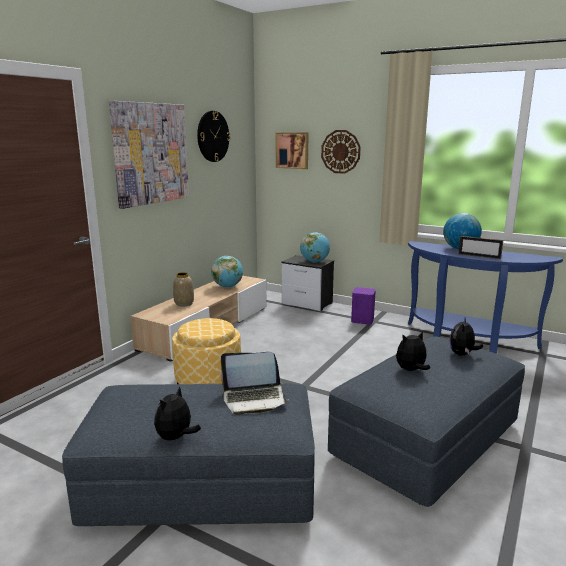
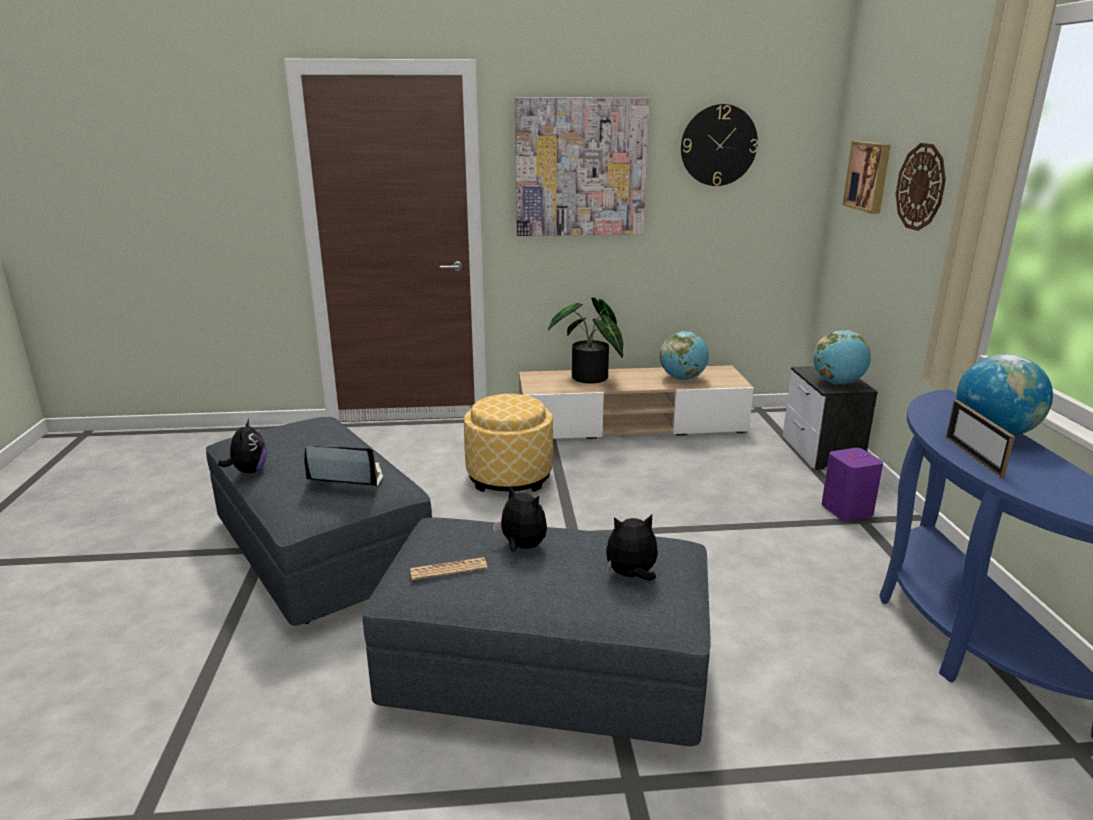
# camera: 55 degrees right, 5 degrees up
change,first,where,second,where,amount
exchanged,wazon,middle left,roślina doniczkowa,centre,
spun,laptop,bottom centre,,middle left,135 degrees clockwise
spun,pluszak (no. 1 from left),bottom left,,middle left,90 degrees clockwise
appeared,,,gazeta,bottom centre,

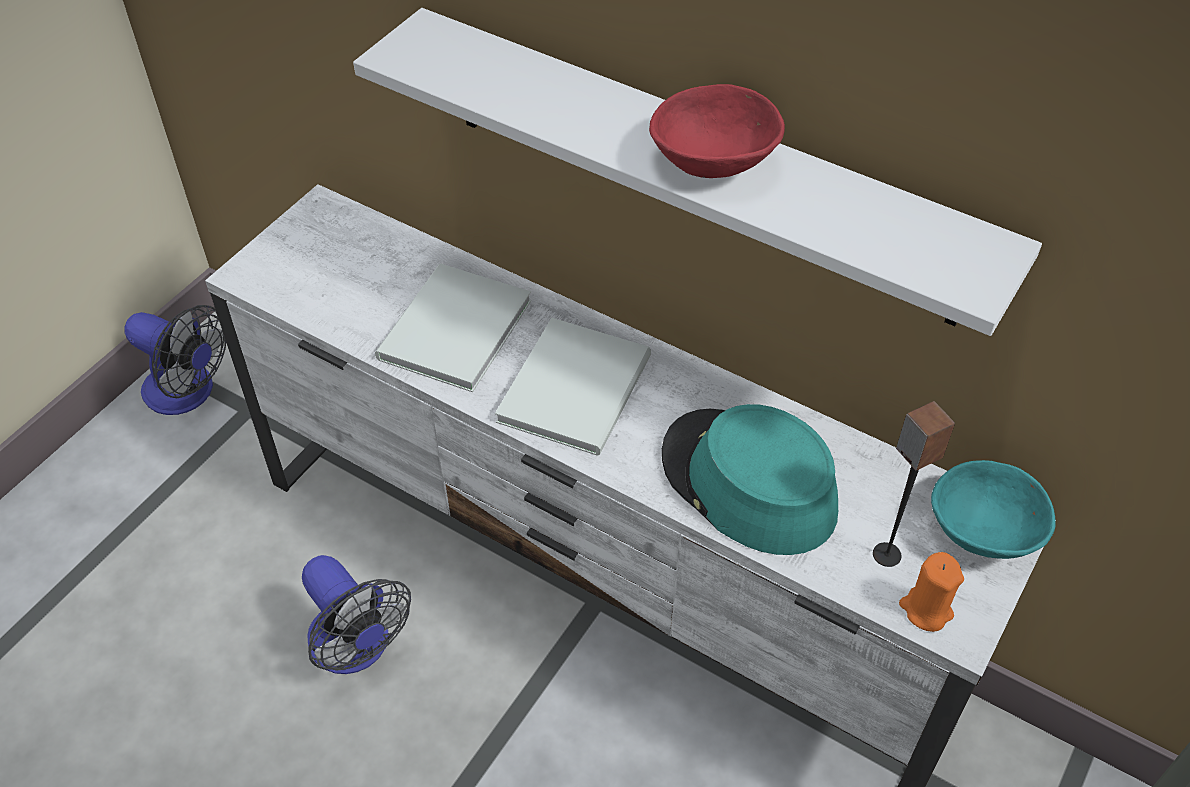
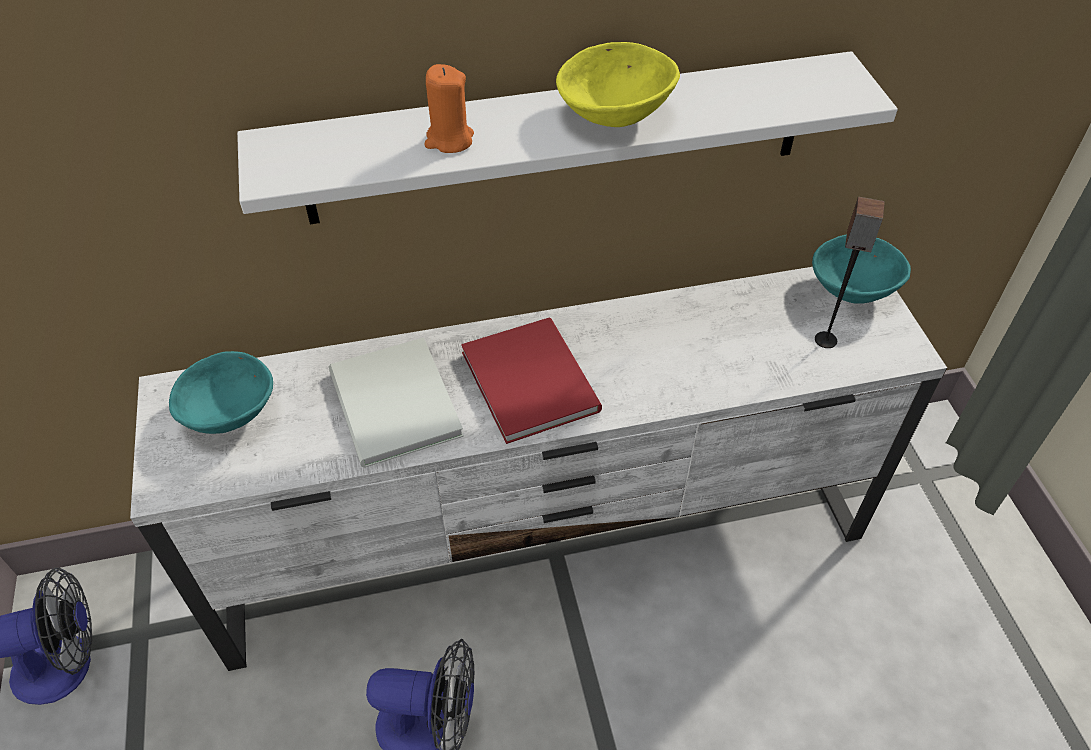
# camera: 45 degrees left, 0 degrees up
change,first,where,second,where,amount
colour,miska [czerwony],top centre,miska [żółty],top centre,
colour,książka [biały] (no. 2 from left),centre,książka [czerwony],centre,
missing,kapelusz [turkusowy],centre,,,
relocated,świeca [pomarańczowy],bottom right,,top centre,
appeared,,,miska [turkusowy] (no. 1 from left),middle left,

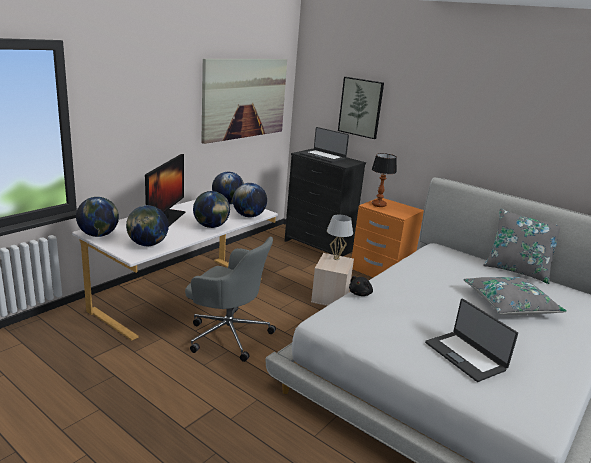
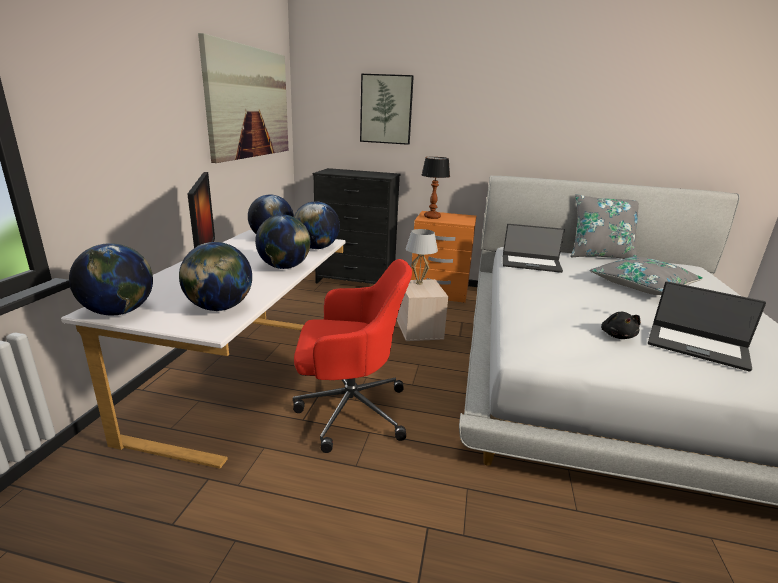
# camera: 25 degrees left, 0 degrees up
change,first,where,second,where,amount
relocated,laptop (no. 1 from left),top centre,,middle right,
colour,krzesło biurowe [szary],centre,krzesło biurowe [czerwony],centre,
relocated,pluszak [czarny],centre,,middle right,

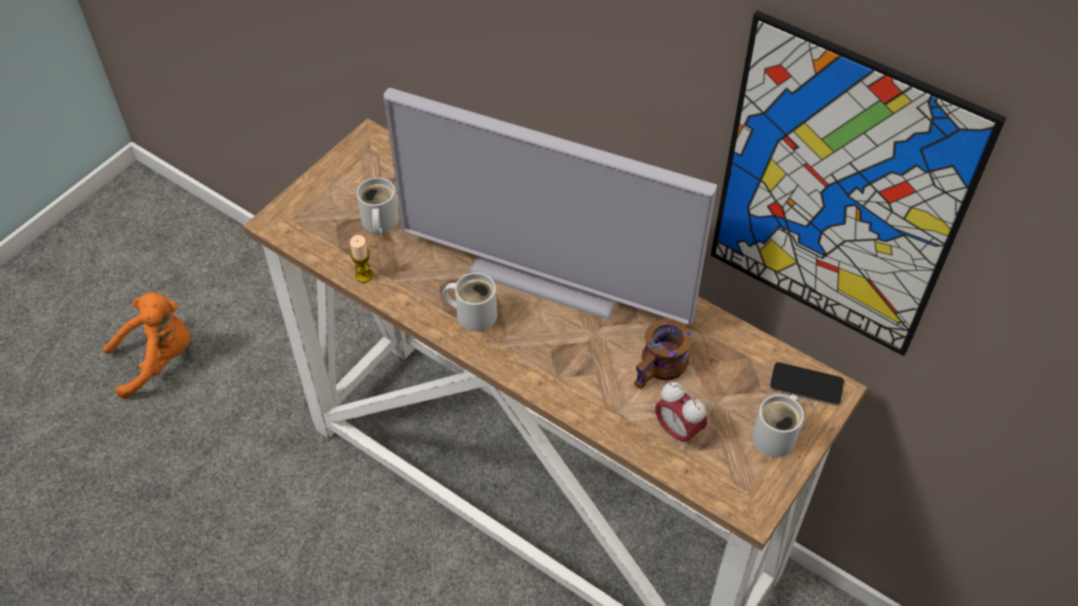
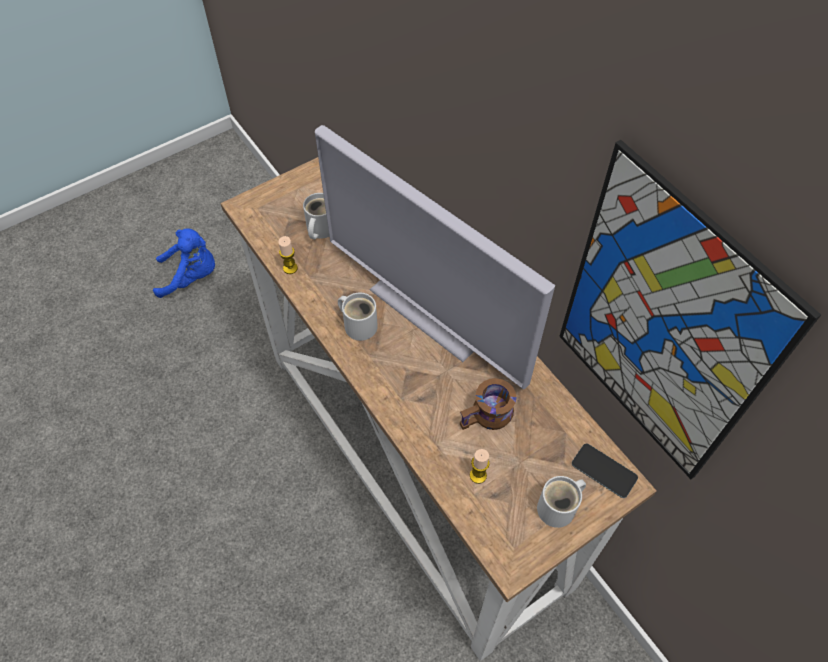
# camera: 20 degrees right, 5 degrees up
change,first,where,second,where,amount
colour,pluszak [pomarańczowy],middle left,pluszak [niebieski],middle left,
exchanged,budzik,bottom centre,świeca (no. 2 from left),bottom centre,

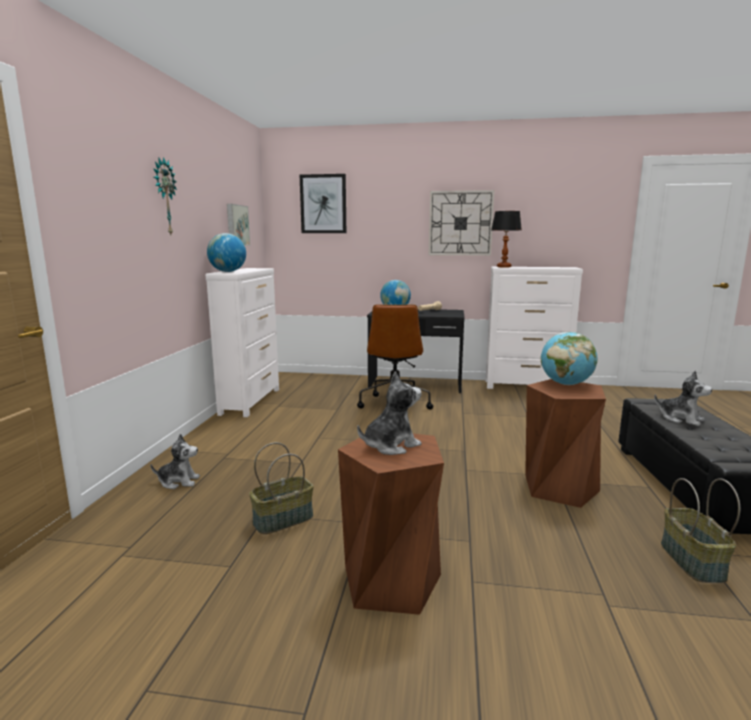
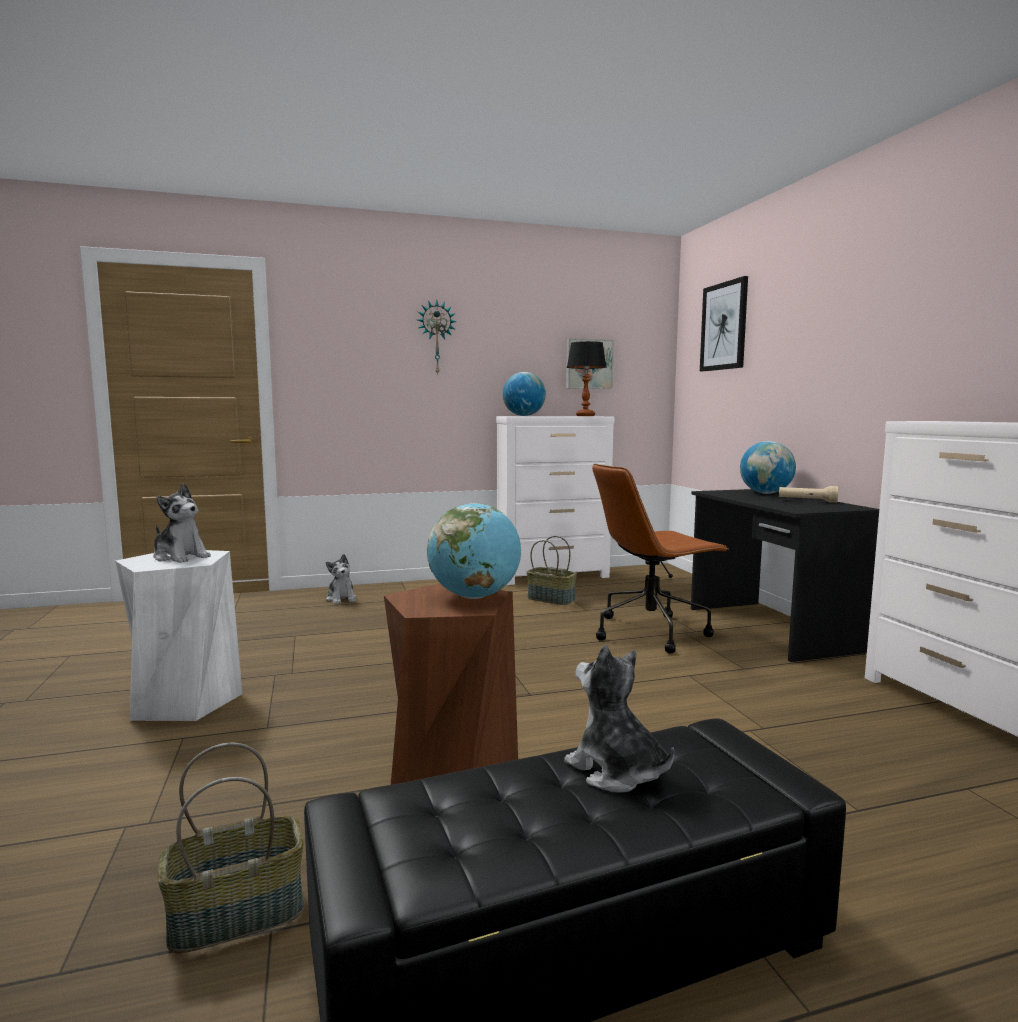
# camera: 65 degrees right, 5 degrees down
change,first,where,second,where,amount
missing,zegar ścienny (no. 2 from left),top centre,,,
relocated,lampa stołowa,top right,,centre,
spun,pluszak (no. 3 from left),middle right,,bottom centre,120 degrees clockwise
colour,stołek [brązowy] (no. 1 from left),bottom centre,stołek [biały],middle left,
relocated,koszyk (no. 1 from left in the first image),bottom centre,koszyk (no. 2 from left),centre,

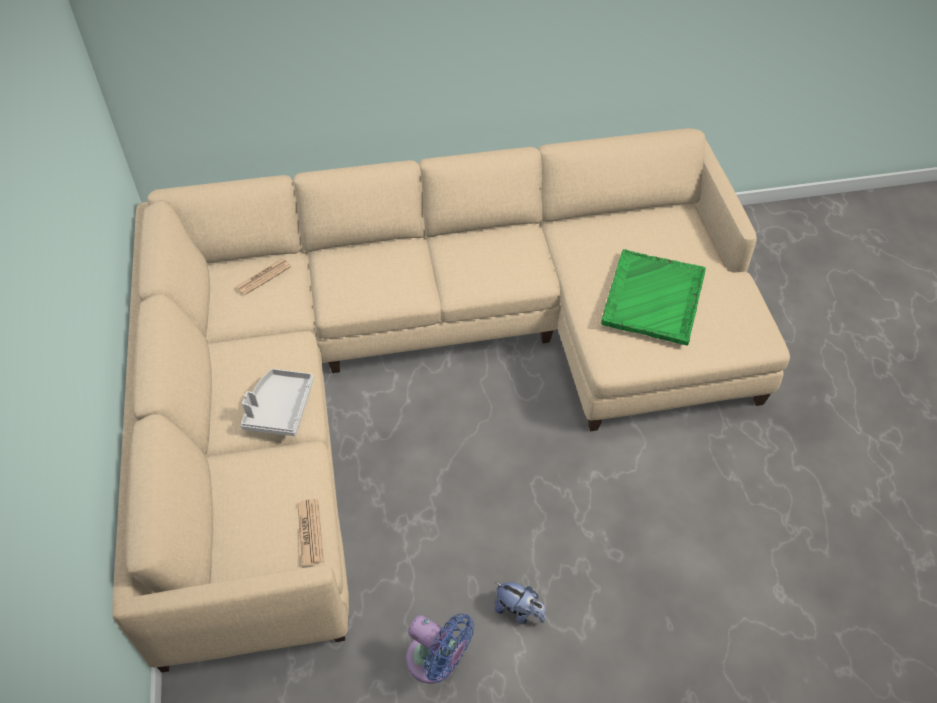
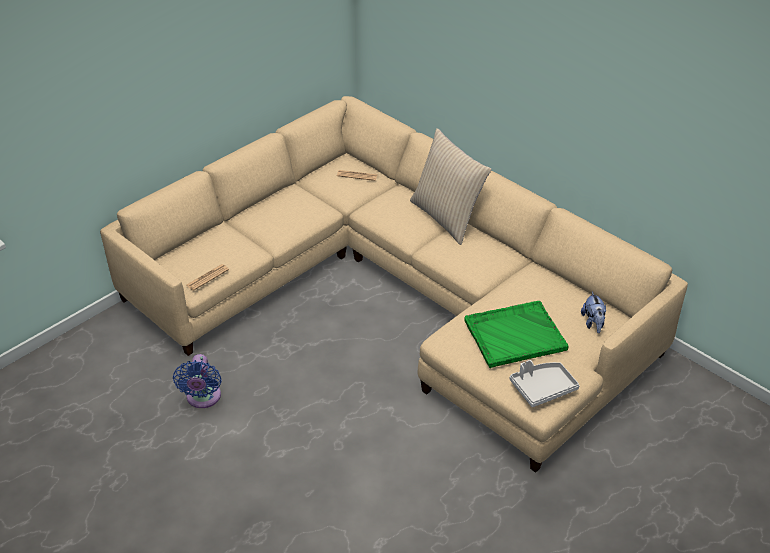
# camera: 55 degrees right, 10 degrees down
change,first,where,second,where,amount
relocated,taca [szary],middle left,,bottom right,
relocated,pluszak,bottom centre,,middle right,
appeared,,,poduszka [beżowy],centre,

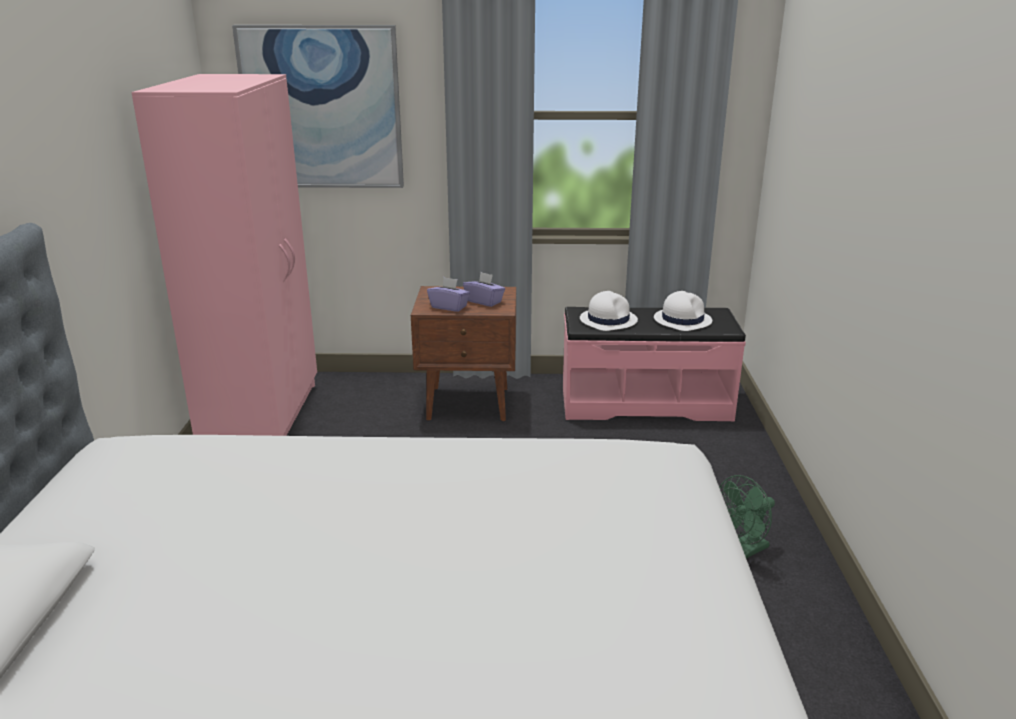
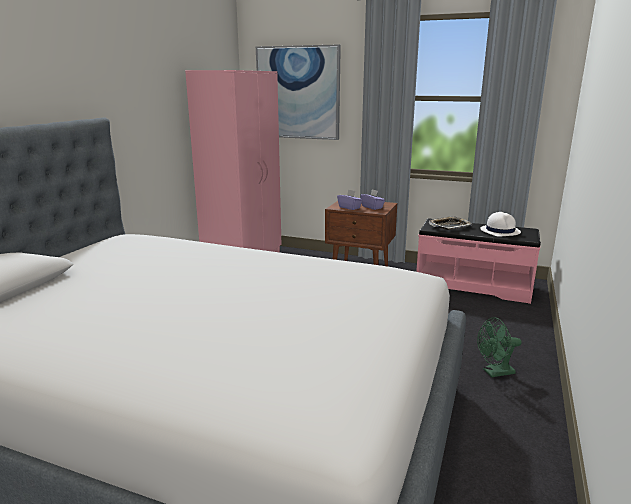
# camera: 20 degrees right, 5 degrees down
change,first,where,second,where,amount
exchanged,kapelusz [biały] (no. 1 from left),centre,taca,middle right,

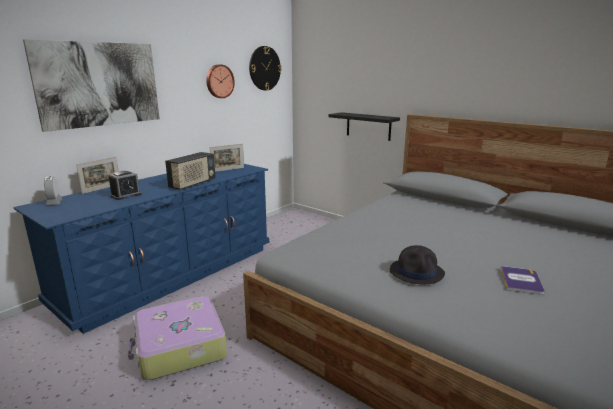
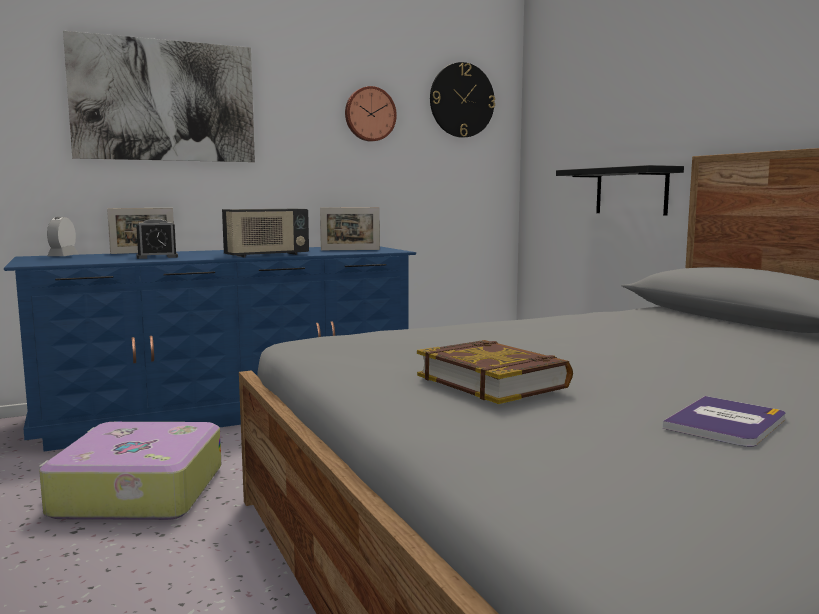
# camera: 25 degrees right, 10 degrees down
change,first,where,second,where,amount
exchanged,kapelusz [czarny],middle right,książka (no. 1 from left),centre,

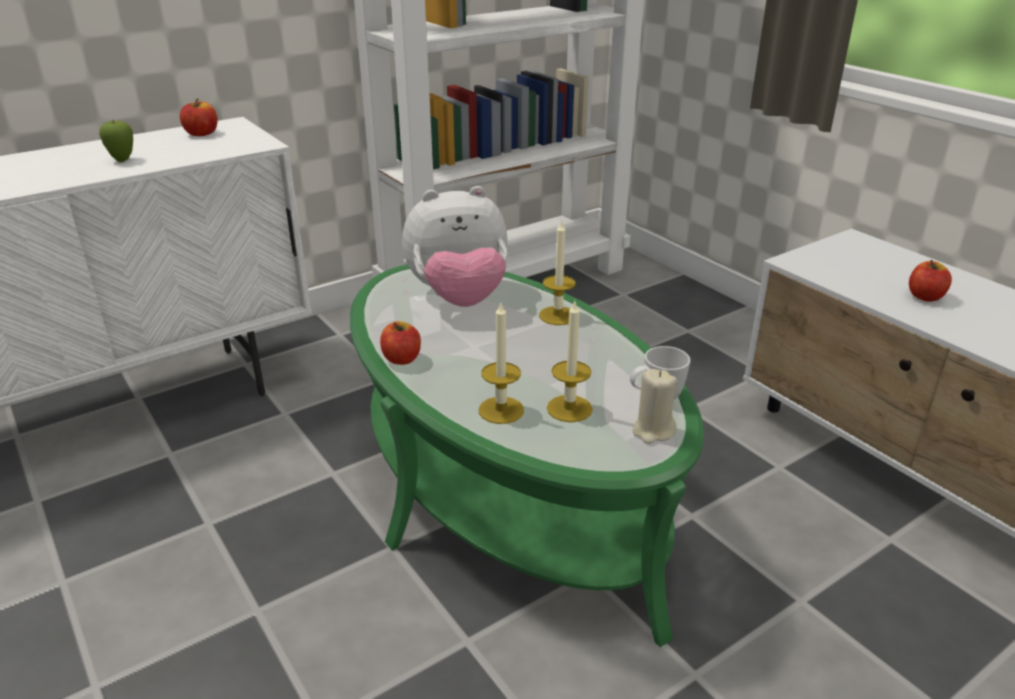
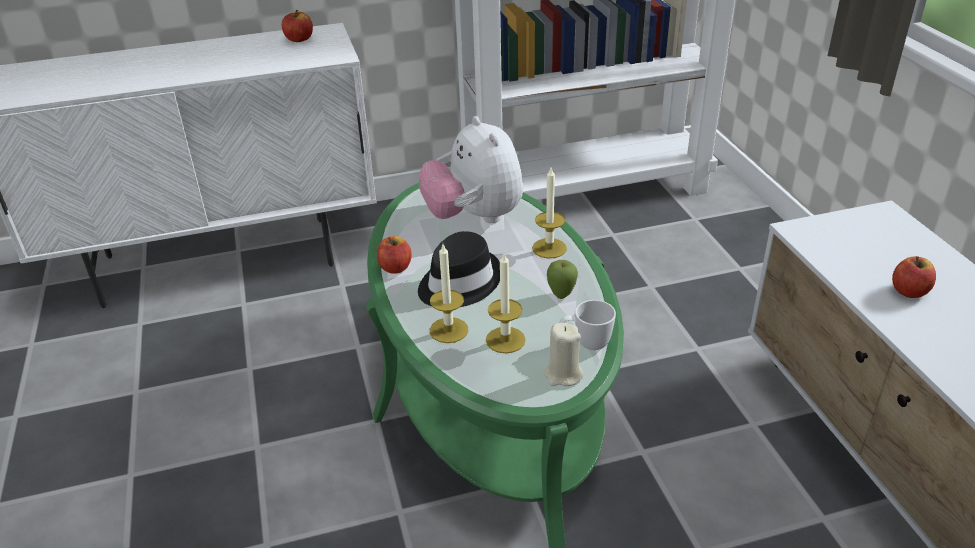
# camera: 20 degrees right, 5 degrees up
change,first,where,second,where,amount
relocated,jabłko (no. 1 from left in the first image),top left,jabłko (no. 3 from left),centre,
spun,pluszak,centre,,top centre,60 degrees clockwise
appeared,,,kapelusz [czarny],centre,

